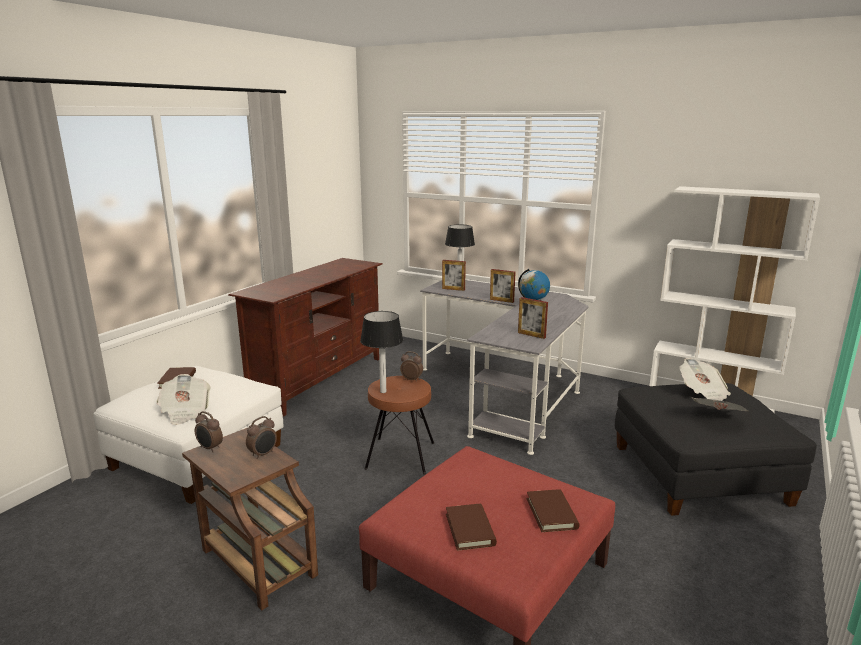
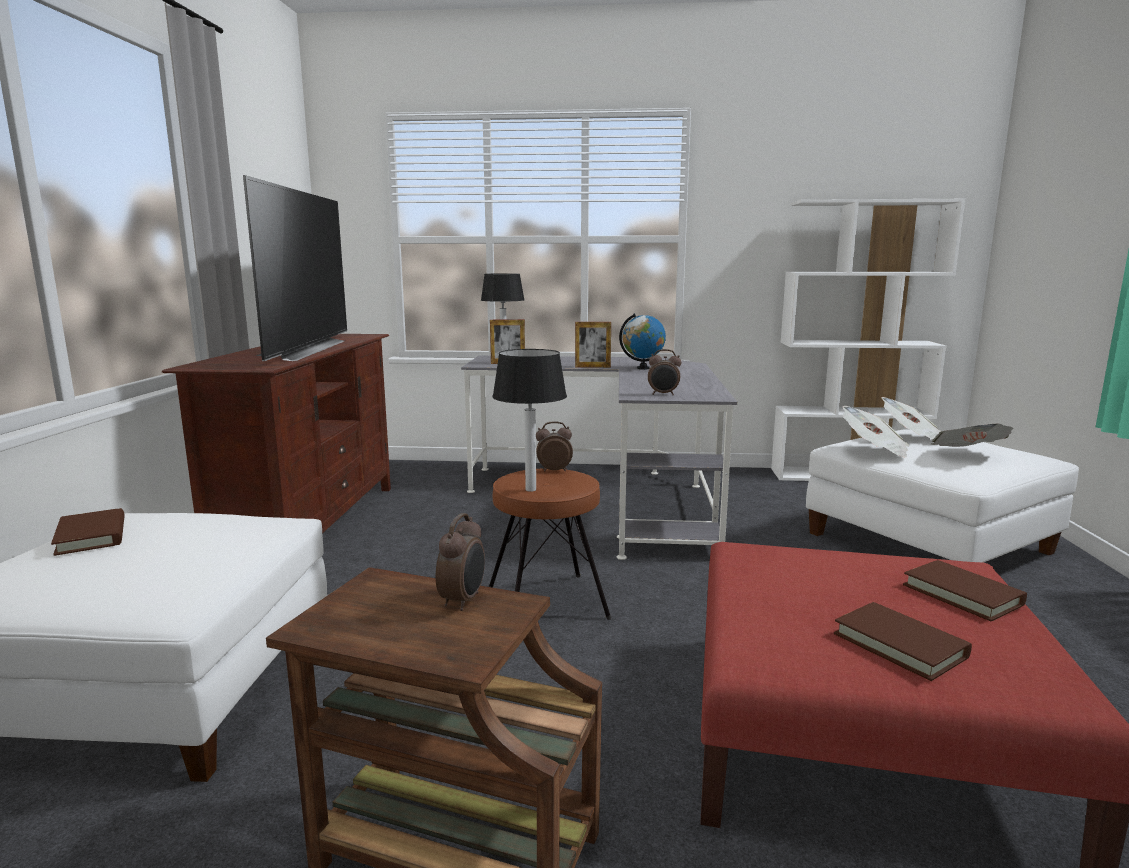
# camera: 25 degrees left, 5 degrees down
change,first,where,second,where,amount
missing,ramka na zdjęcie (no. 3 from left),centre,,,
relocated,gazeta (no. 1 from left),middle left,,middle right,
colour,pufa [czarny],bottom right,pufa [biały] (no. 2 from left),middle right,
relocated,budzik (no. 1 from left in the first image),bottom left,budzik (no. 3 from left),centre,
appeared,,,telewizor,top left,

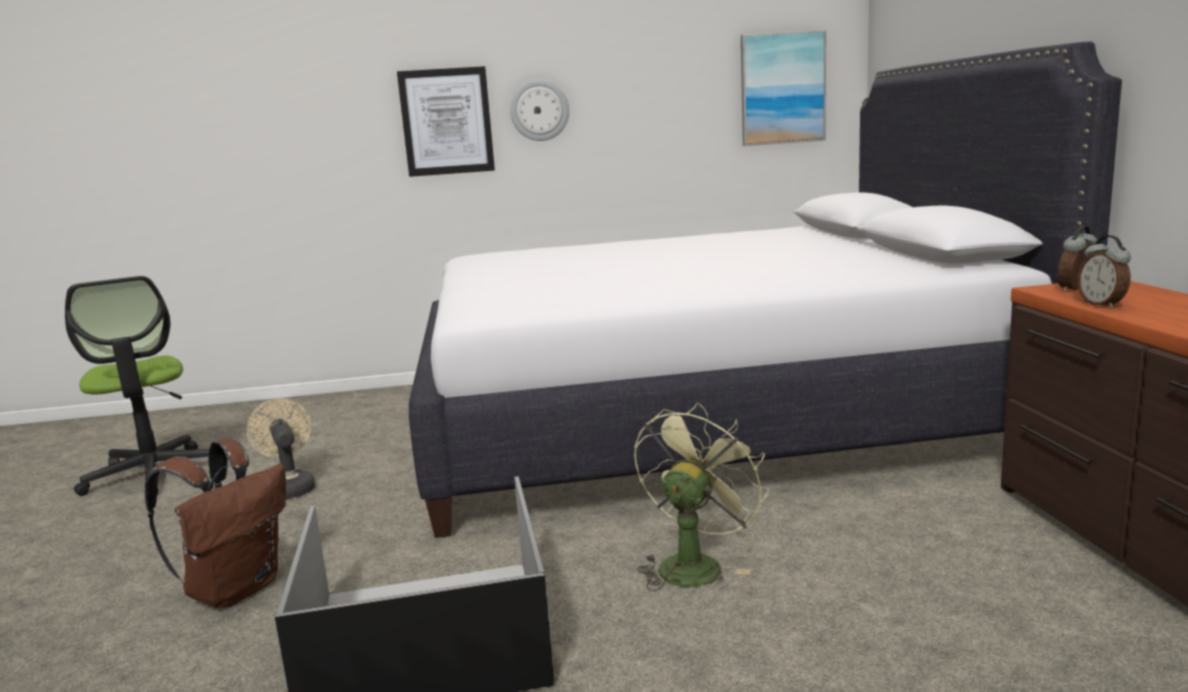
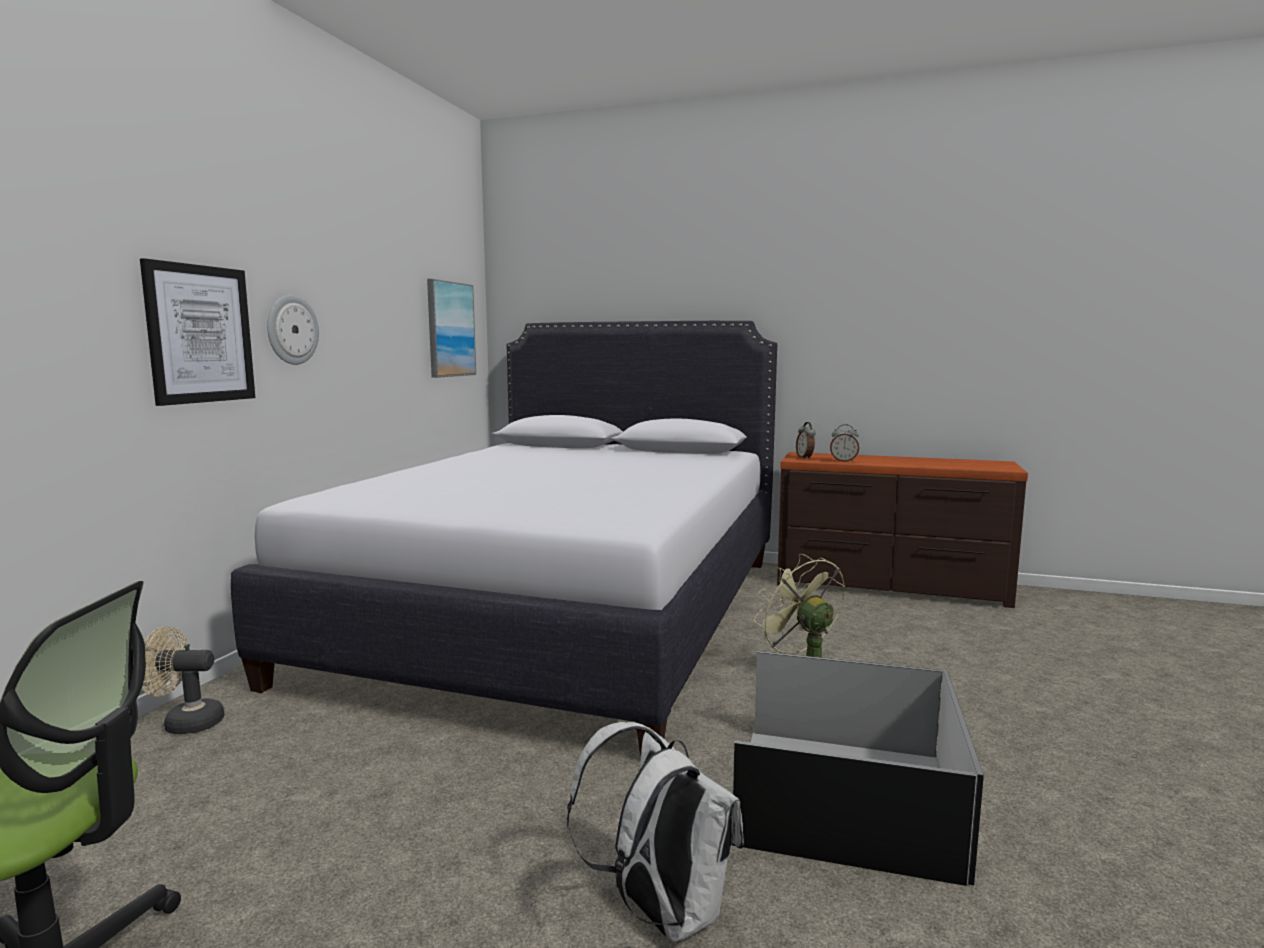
# camera: 65 degrees left, 5 degrees down
change,first,where,second,where,amount
relocated,wentylator [beżowy],middle left,,bottom left,
colour,plecak [brązowy],bottom left,plecak [biały],bottom centre,

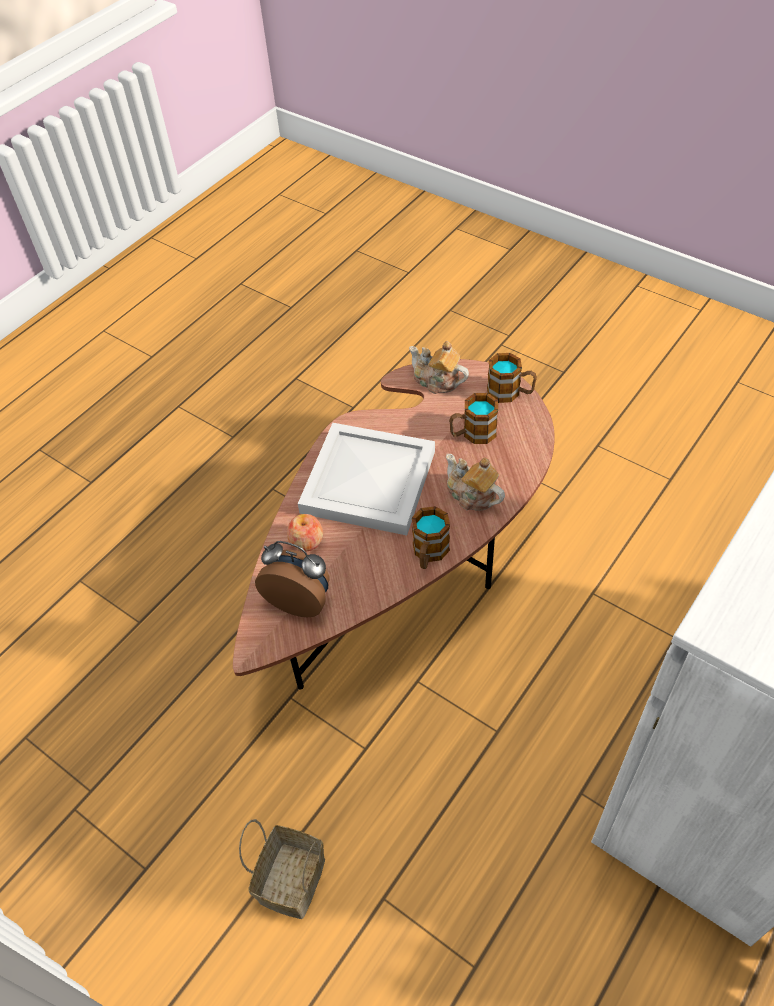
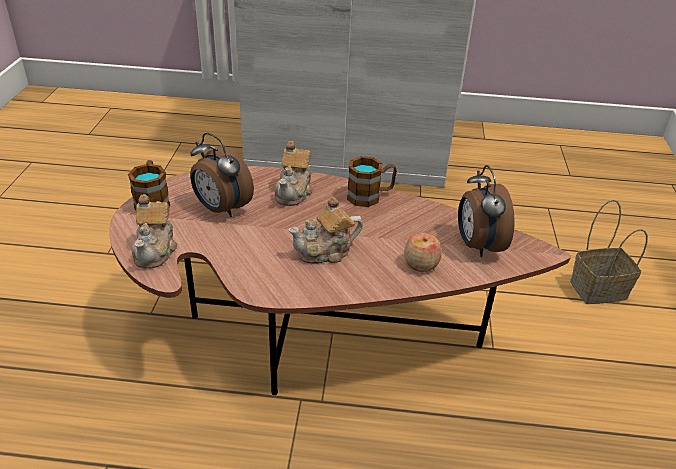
# camera: 125 degrees left, 15 degrees down
change,first,where,second,where,amount
exchanged,kubek (no. 2 from left),centre,budzik (no. 1 from left),middle left,
exchanged,taca [biały],centre,imbryk (no. 3 from left),centre,

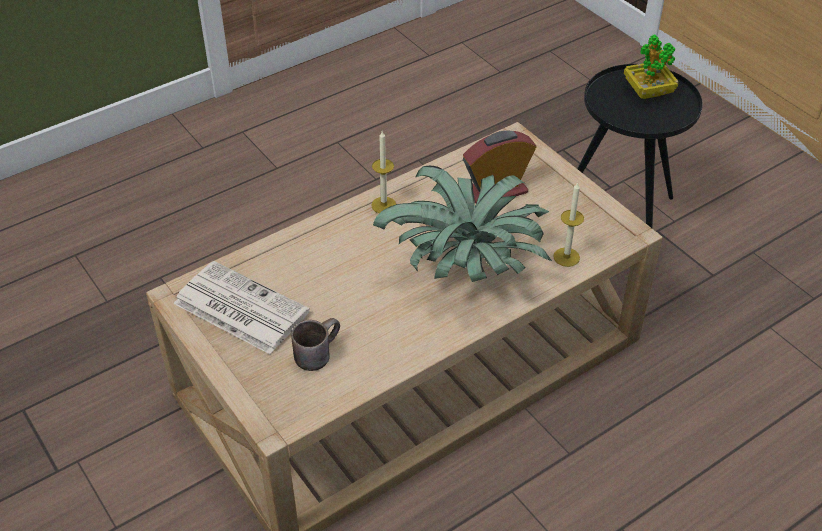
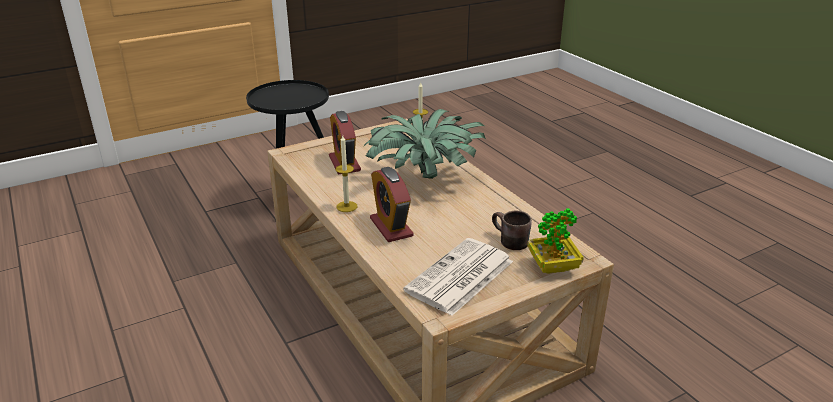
# camera: 85 degrees left, 15 degrees down
change,first,where,second,where,amount
relocated,roślina doniczkowa (no. 2 from left),top right,,centre,
appeared,,,budzik (no. 2 from left),centre,

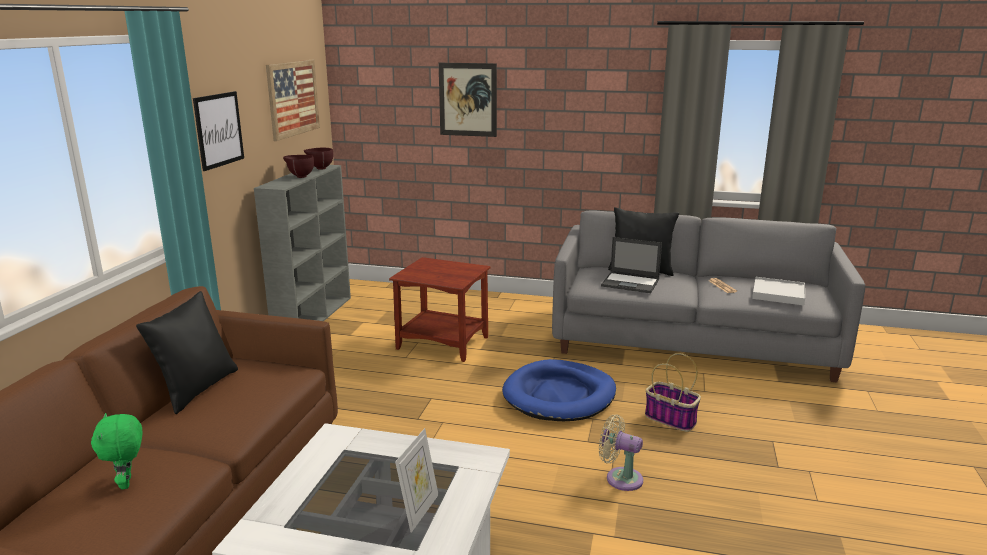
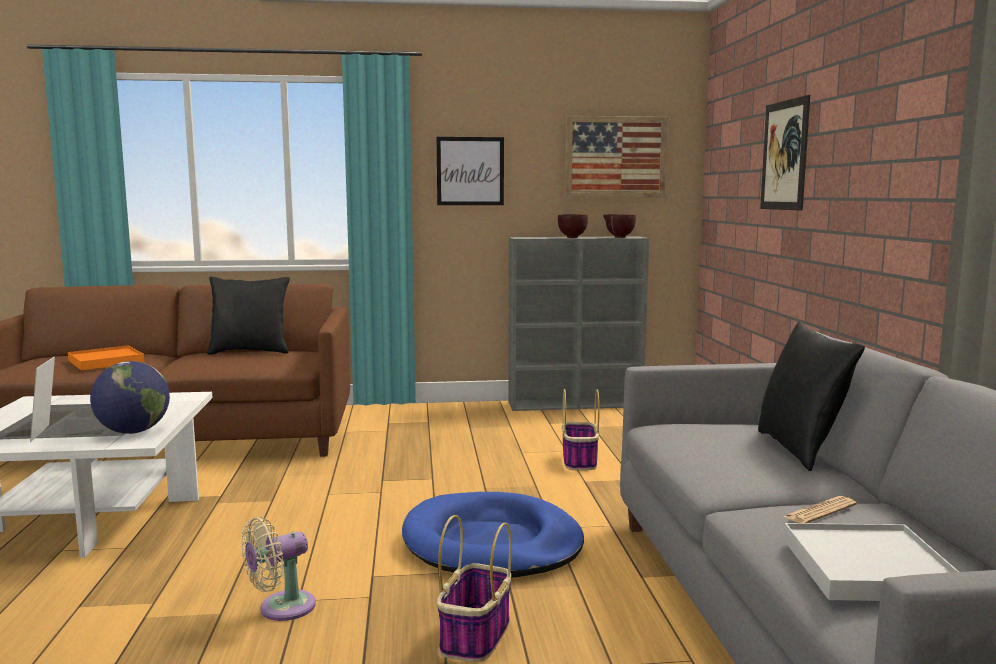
# camera: 70 degrees right, 10 degrees down
change,first,where,second,where,amount
missing,laptop,centre,,,
exchanged,stolik [brązowy],centre,koszyk (no. 2 from left),centre,
exchanged,pluszak [zielony],bottom left,taca [pomarańczowy],middle left,
spun,wentylator [beżowy],bottom centre,,bottom left,135 degrees counterclockwise
spun,ramka na zdjęcie,bottom centre,,middle left,75 degrees clockwise
appeared,,,globus,middle left,

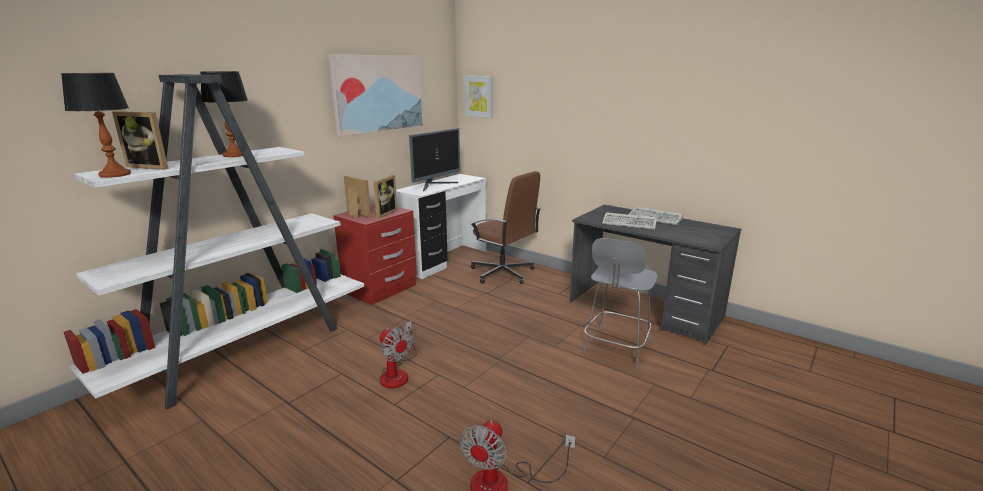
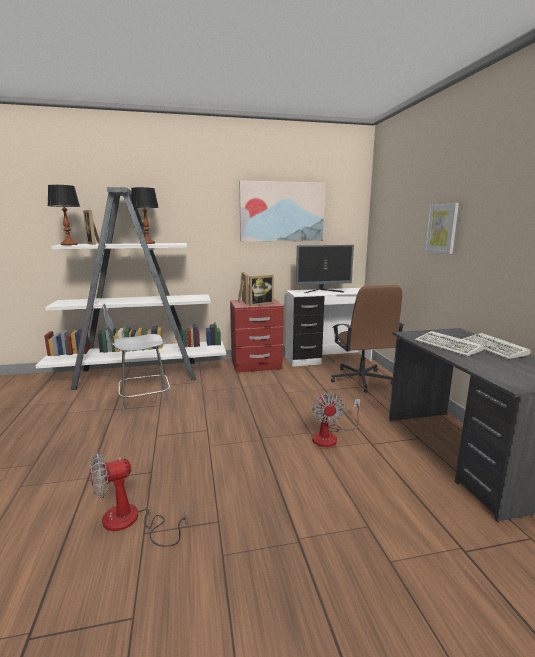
# camera: 40 degrees right, 5 degrees down
change,first,where,second,where,amount
relocated,obraz (no. 2 from left),top centre,,middle right,
relocated,krzesło [szary],centre,,middle left,
relocated,wentylator (no. 1 from left in the first image),bottom centre,wentylator (no. 2 from left),centre,

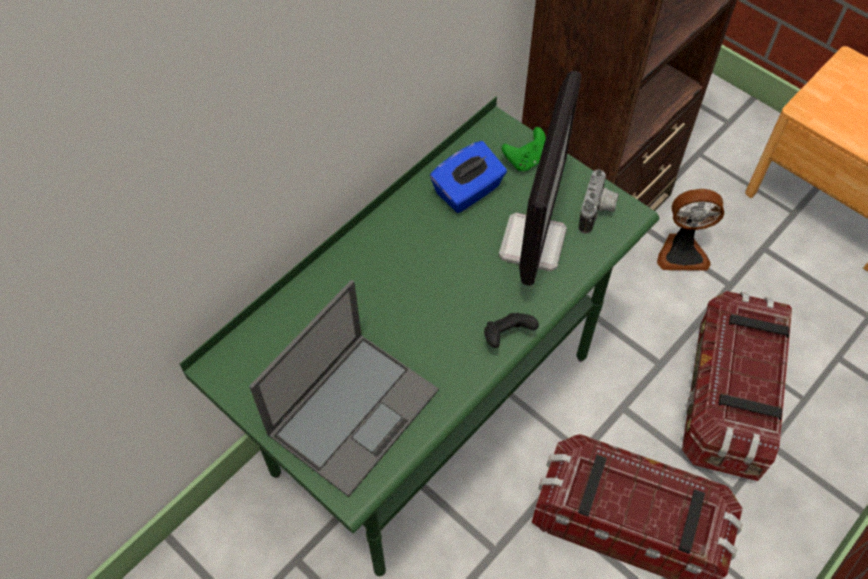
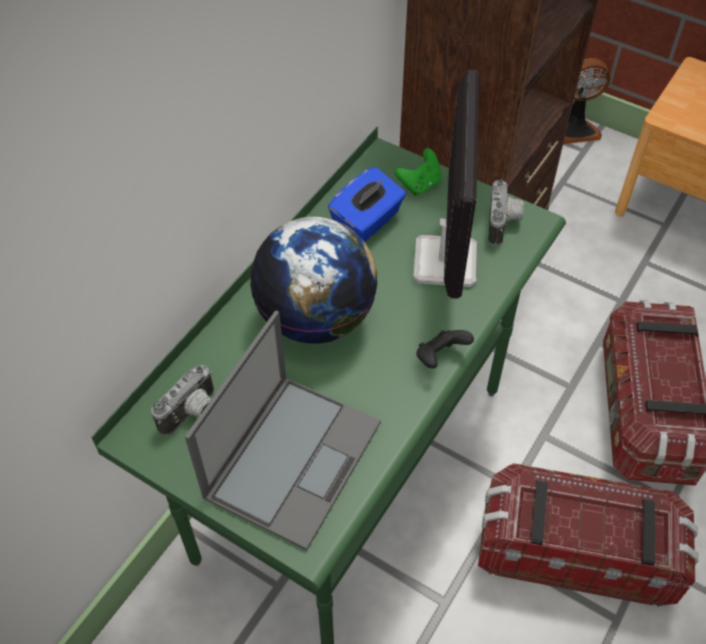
# camera: 10 degrees left, 5 degrees down
change,first,where,second,where,amount
relocated,wentylator,middle right,,top right,
appeared,,,globus,centre,
appeared,,,aparat fotograficzny (no. 1 from left),middle left,

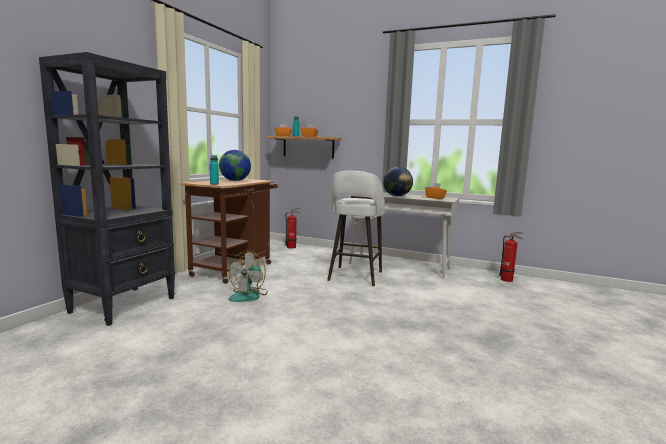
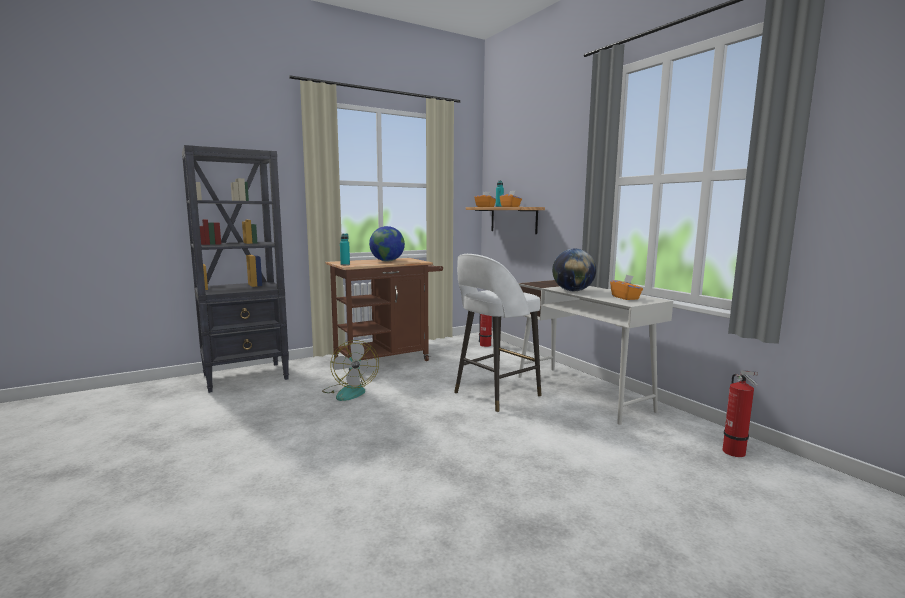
# camera: 35 degrees right, 0 degrees up
change,first,where,second,where,amount
spun,wentylator,centre,,centre,75 degrees counterclockwise

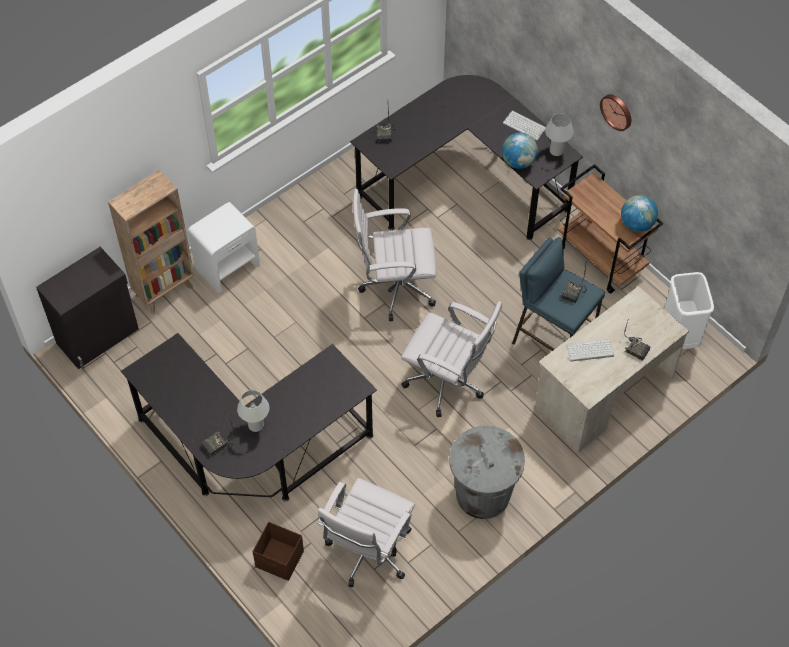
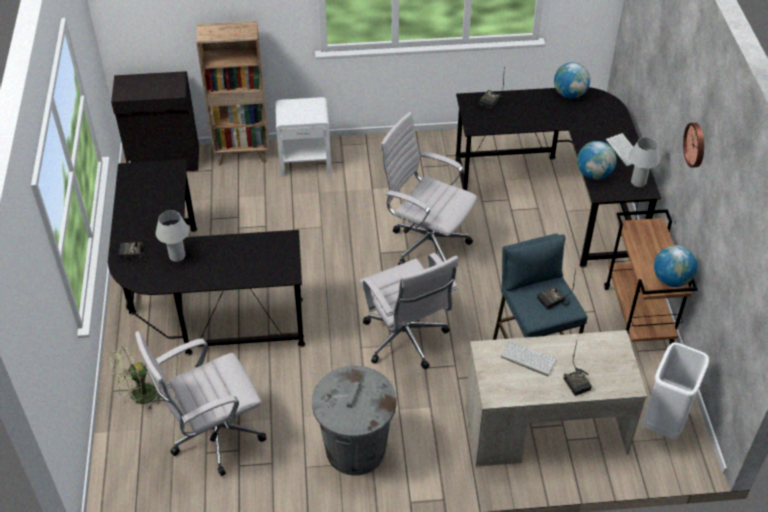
# camera: 35 degrees right, 10 degrees down
change,first,where,second,where,amount
exchanged,pojemnik do przechowywania [brązowy],bottom centre,wentylator [zielony],bottom left,
appeared,,,globus (no. 1 from left),top right,

